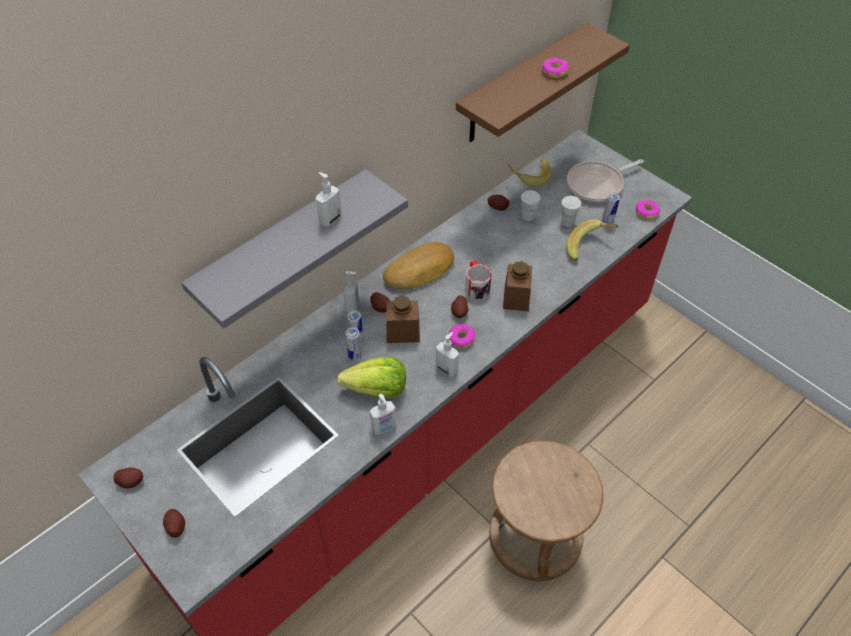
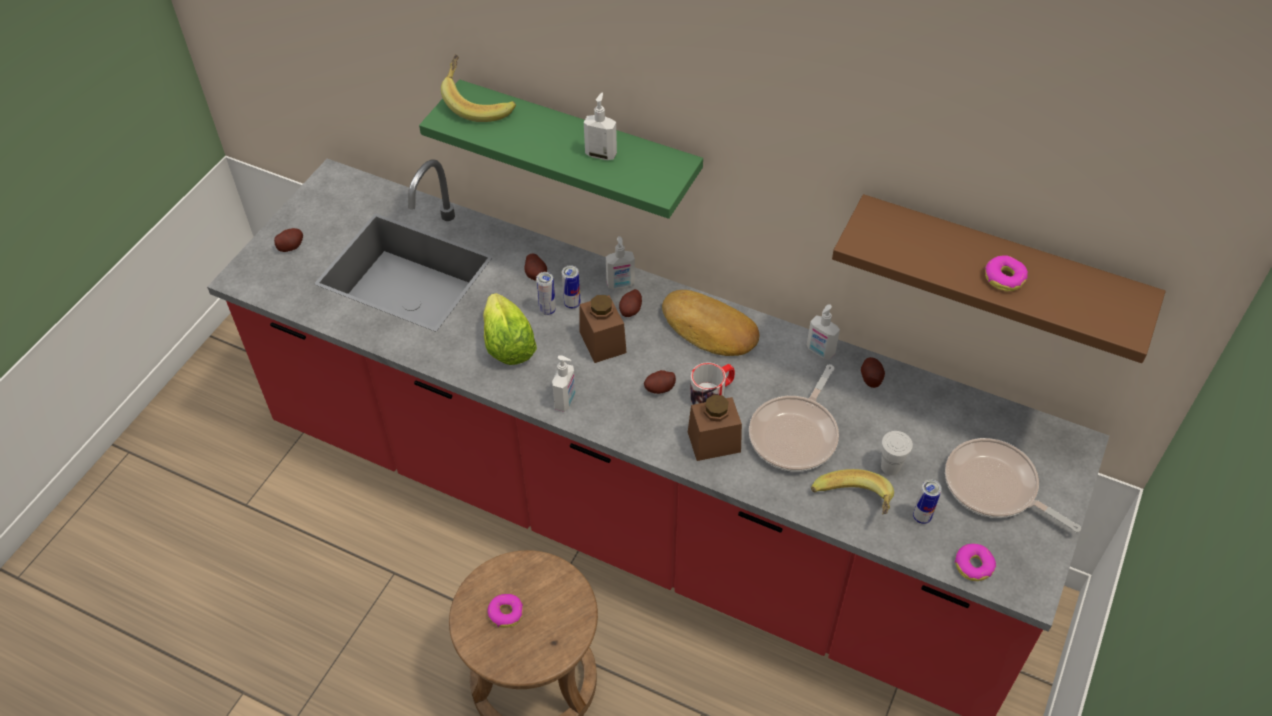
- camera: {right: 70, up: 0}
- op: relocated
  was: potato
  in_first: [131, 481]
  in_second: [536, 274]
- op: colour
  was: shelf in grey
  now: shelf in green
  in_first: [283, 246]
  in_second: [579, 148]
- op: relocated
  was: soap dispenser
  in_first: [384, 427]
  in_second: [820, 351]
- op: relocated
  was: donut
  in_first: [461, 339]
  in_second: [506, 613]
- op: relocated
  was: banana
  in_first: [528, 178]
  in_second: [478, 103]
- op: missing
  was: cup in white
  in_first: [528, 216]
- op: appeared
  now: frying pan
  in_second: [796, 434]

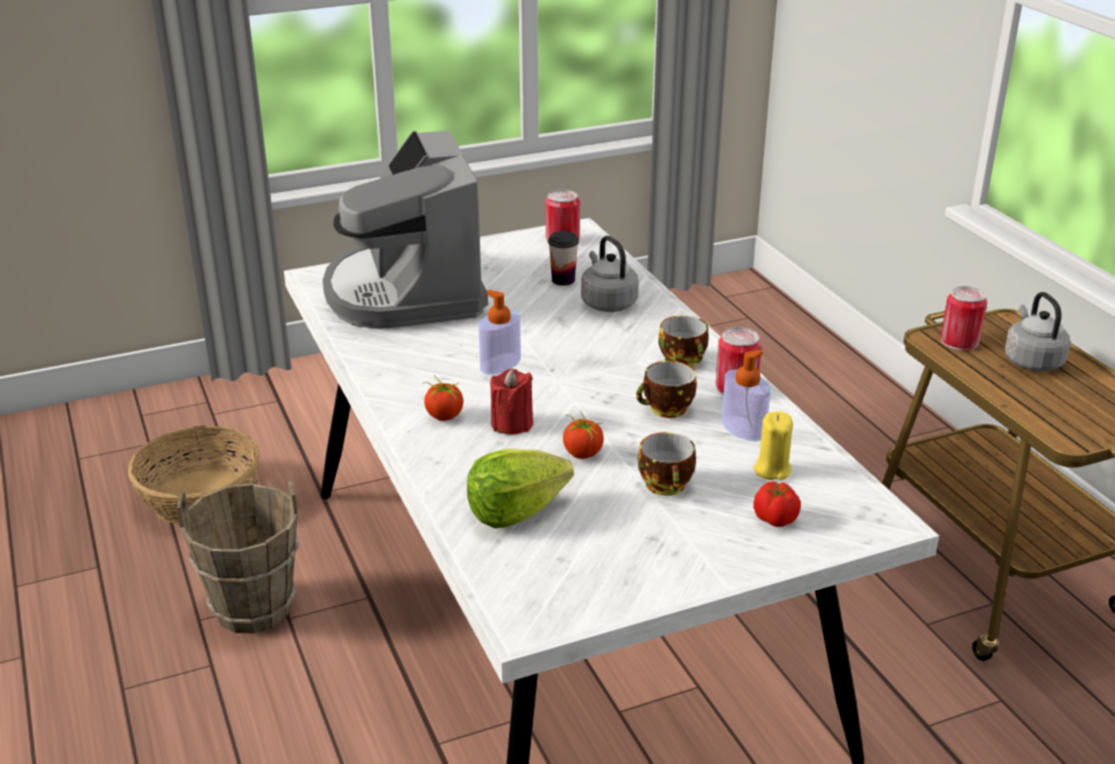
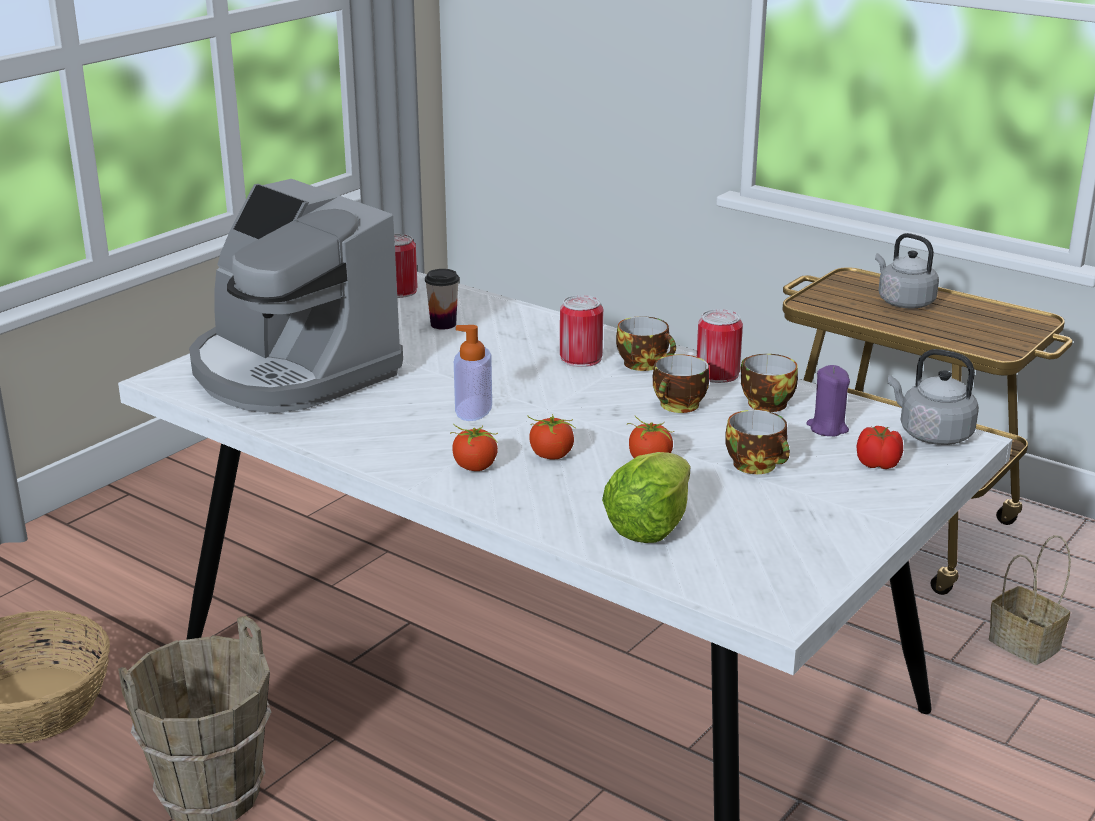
- camera: {right: -30, up: -5}
- op: exchanged
  was: candle in red
  now: tomato
  in_first: [512, 424]
  in_second: [551, 455]
- op: relocated
  was: kettle in grey
  in_first: [607, 303]
  in_second: [931, 434]
- op: exchanged
  was: soap dispenser
  now: cup
  in_first: [743, 428]
  in_second: [763, 403]
- op: colour
  was: candle in yellow
  now: candle in purple
  in_first: [772, 470]
  in_second: [827, 428]
- op: relocated
  was: can
  in_first: [959, 341]
  in_second: [581, 358]
- op: appeared
  now: basket
  in_second: [1027, 645]

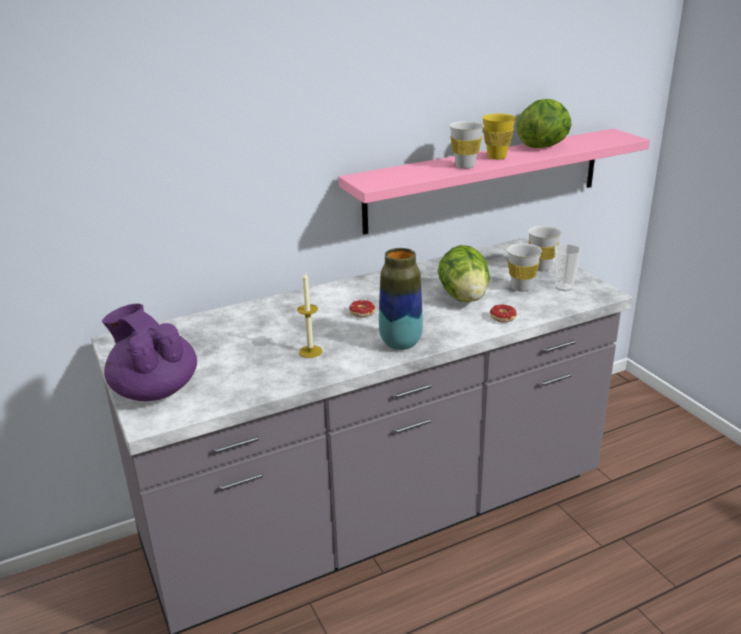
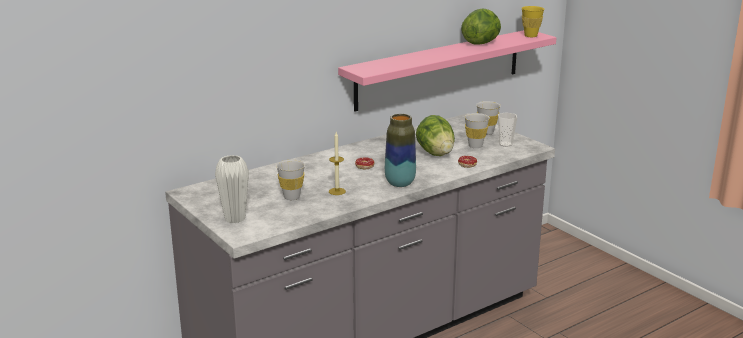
- camera: {right: -10, up: -5}
- op: exchanged
  was: teapot in purple
  now: vase in white
  in_first: [154, 389]
  in_second: [235, 219]
- op: relocated
  was: cup in white
  in_first: [465, 166]
  in_second: [291, 197]
- op: relocated
  was: cup in yellow
  in_first: [496, 157]
  in_second: [530, 36]

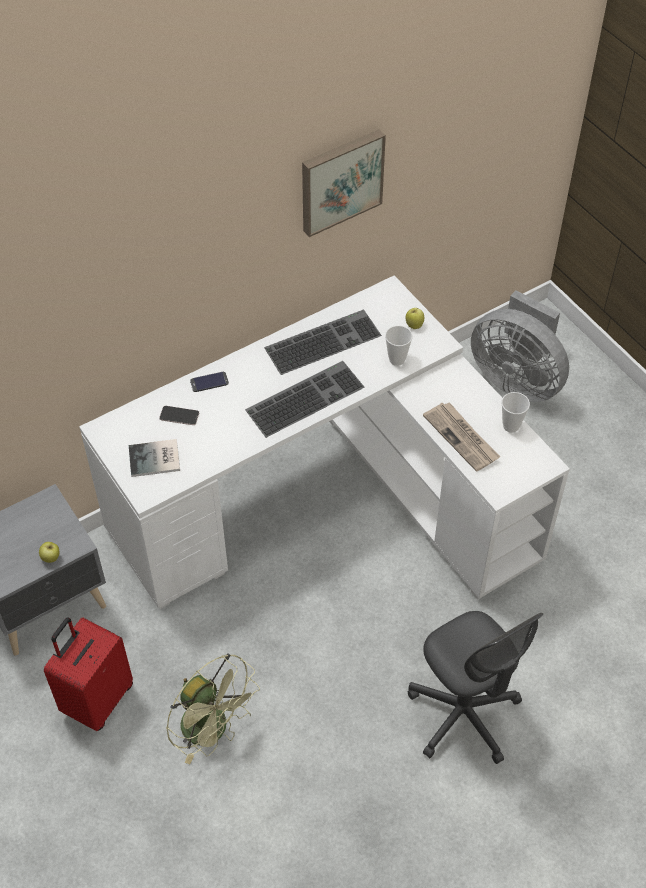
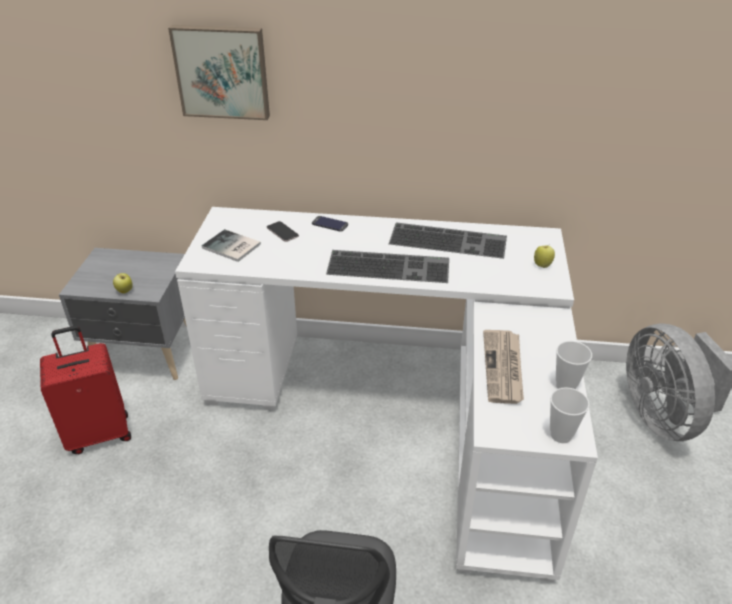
- camera: {right: 40, up: -15}
- op: missing
  was: fan in green
  in_first: [213, 730]
- op: relocated
  was: picture
  in_first: [340, 180]
  in_second: [222, 71]
- op: relocated
  was: cup
  in_first: [397, 359]
  in_second: [561, 435]

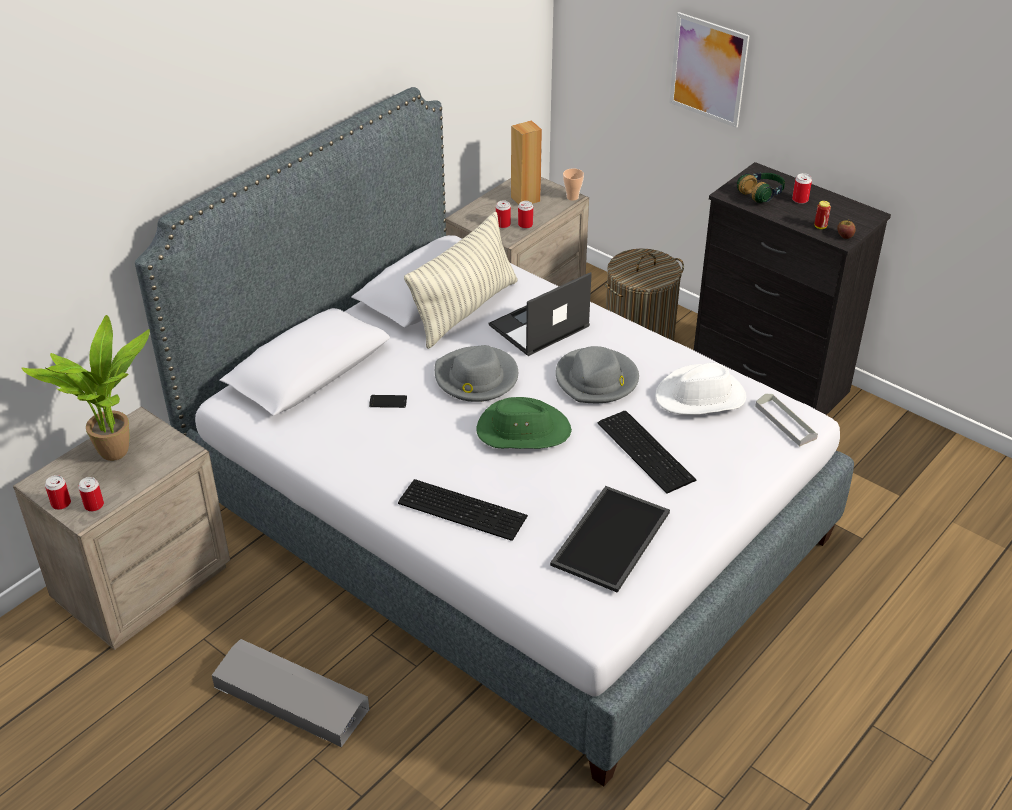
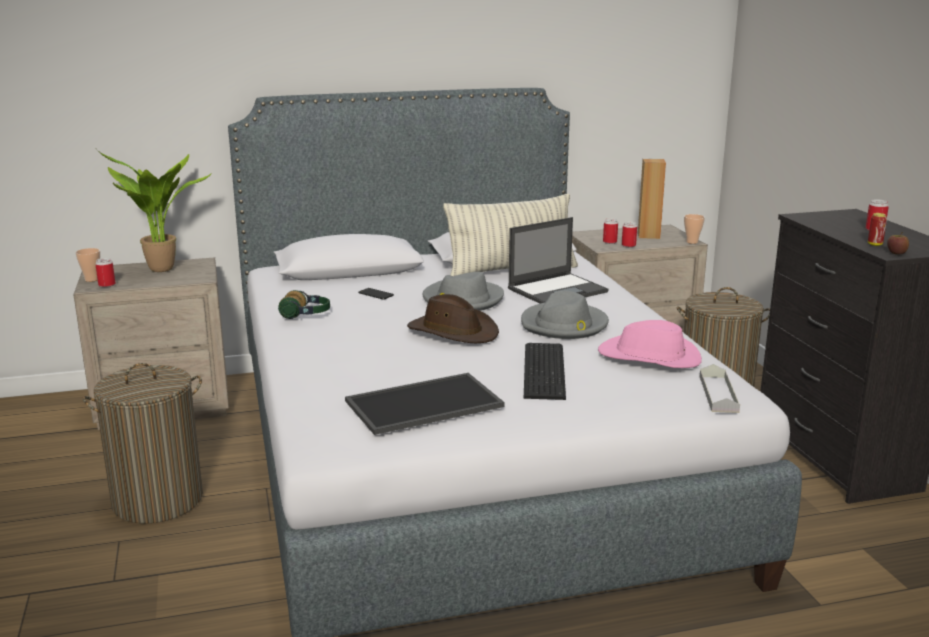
- camera: {right: 35, up: -20}
- op: exchanged
  was: can
  now: cup
  in_first: [61, 503]
  in_second: [91, 279]
- op: exchanged
  was: storage box in grey
  now: laundry basket
  in_first: [291, 698]
  in_second: [158, 500]
- op: missing
  was: keyboard
  in_first: [462, 508]
- op: colour
  was: hat in green
  now: hat in brown
  in_first: [522, 430]
  in_second: [453, 331]
- op: spun
  was: laptop
  in_first: [538, 326]
  in_second: [558, 290]
  clockwise: 150
- op: colour
  was: hat in white
  now: hat in pink
  in_first: [701, 397]
  in_second: [649, 357]
- op: missing
  was: picture
  in_first: [708, 69]
- op: relocated
  was: headphones
  in_first: [761, 194]
  in_second: [306, 315]

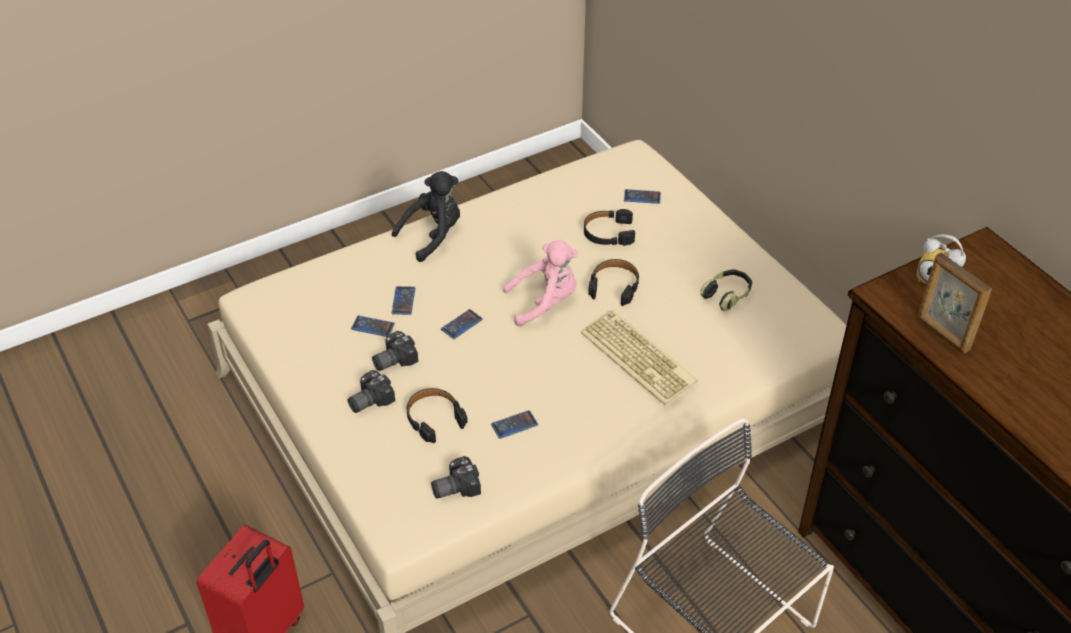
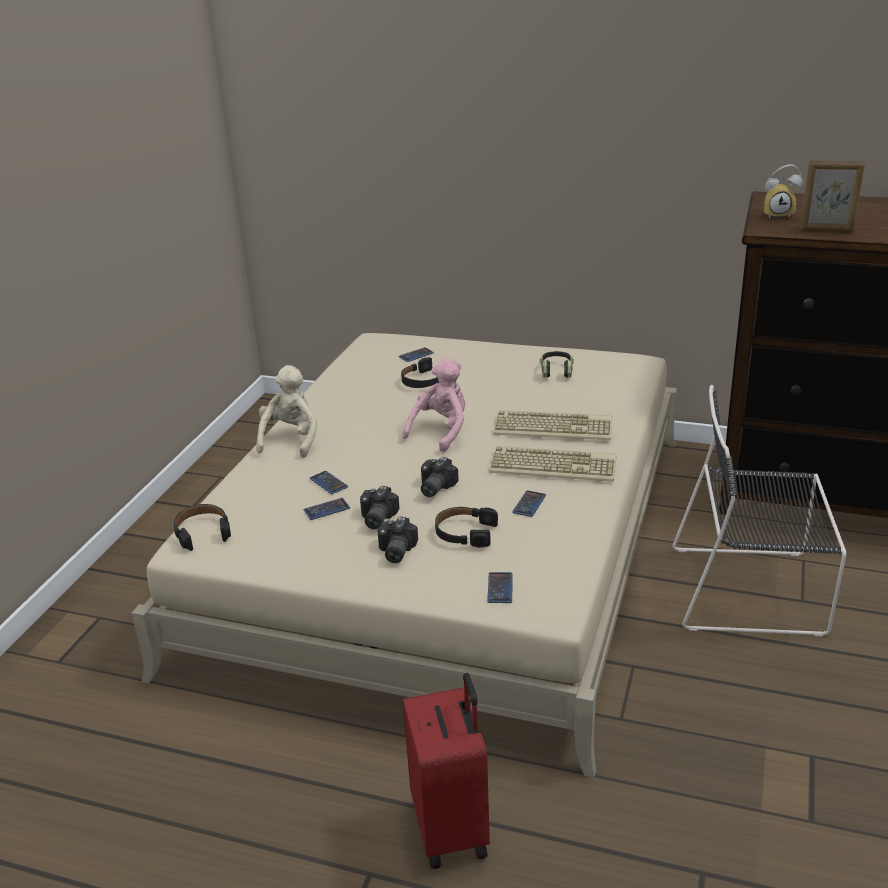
- camera: {right: -40, up: -15}
- op: colour
  was: plush toy in black
  now: plush toy in beige
  in_first: [433, 235]
  in_second: [291, 439]
- op: relocated
  was: photo camera
  in_first: [454, 486]
  in_second: [433, 488]
- op: relocated
  was: phone
  in_first: [461, 324]
  in_second: [500, 588]
- op: relocated
  was: headphones in black
  in_first: [614, 286]
  in_second: [202, 532]
- op: appeared
  now: keyboard
  in_second: [554, 464]

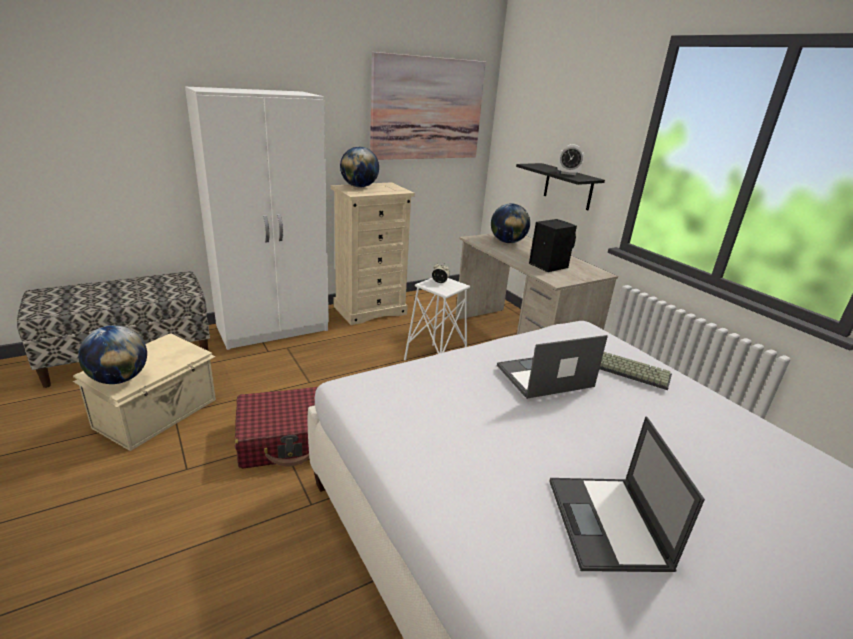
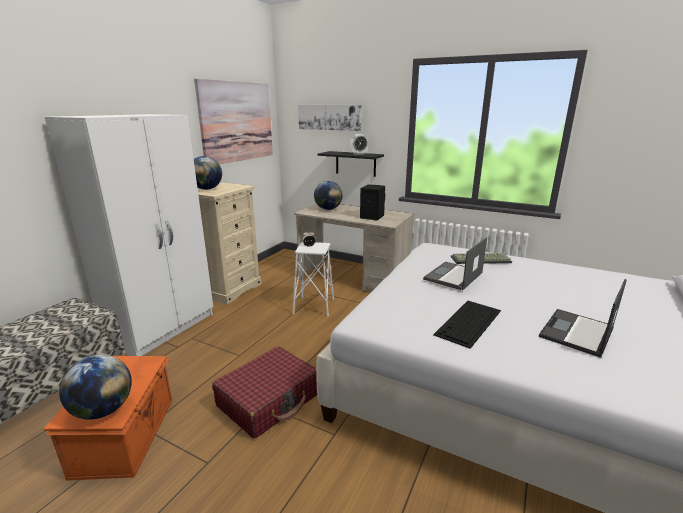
- camera: {right: -30, up: -5}
- op: colour
  was: storage box in beige
  now: storage box in orange
  in_first: [158, 413]
  in_second: [127, 435]
- op: spun
  was: laptop
  in_first: [608, 524]
  in_second: [576, 333]
  clockwise: 75
- op: appeared
  now: picture
  in_second: [329, 117]
- op: appeared
  now: keyboard
  in_second: [469, 323]

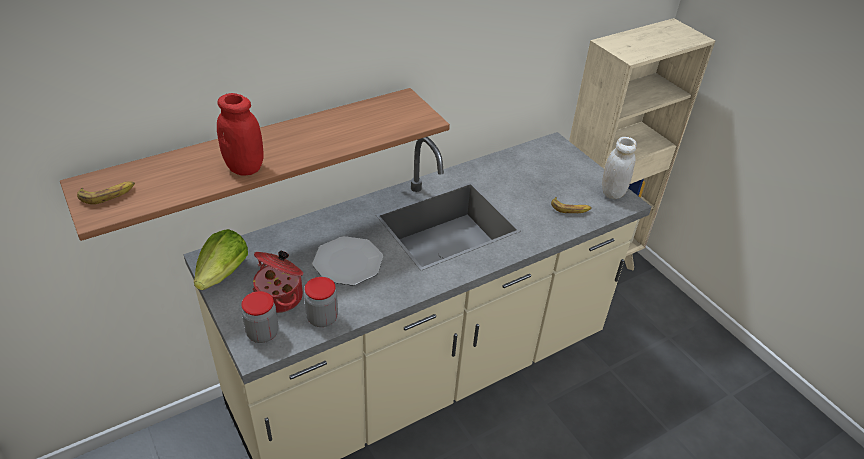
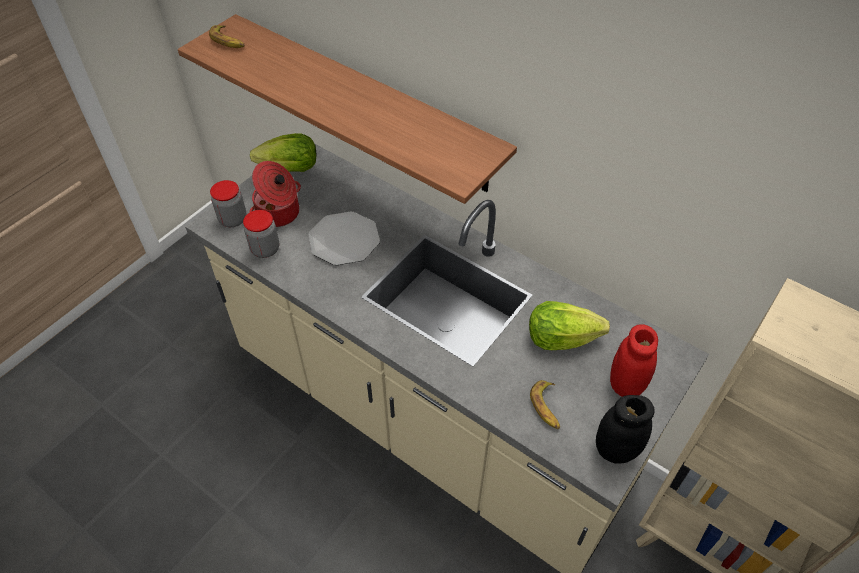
- camera: {right: 70, up: 10}
- op: relocated
  was: jar in red
  in_first: [245, 168]
  in_second: [625, 384]
- op: colour
  was: jar in white
  now: jar in black
  in_first: [612, 192]
  in_second: [615, 449]
- op: appeared
  now: lettuce
  in_second: [560, 338]

